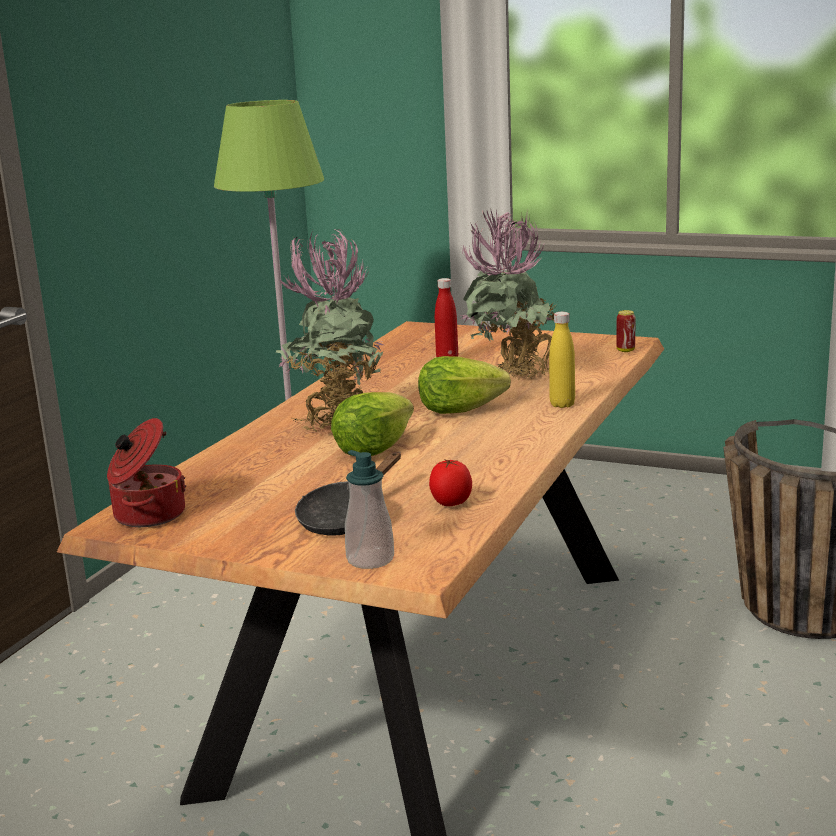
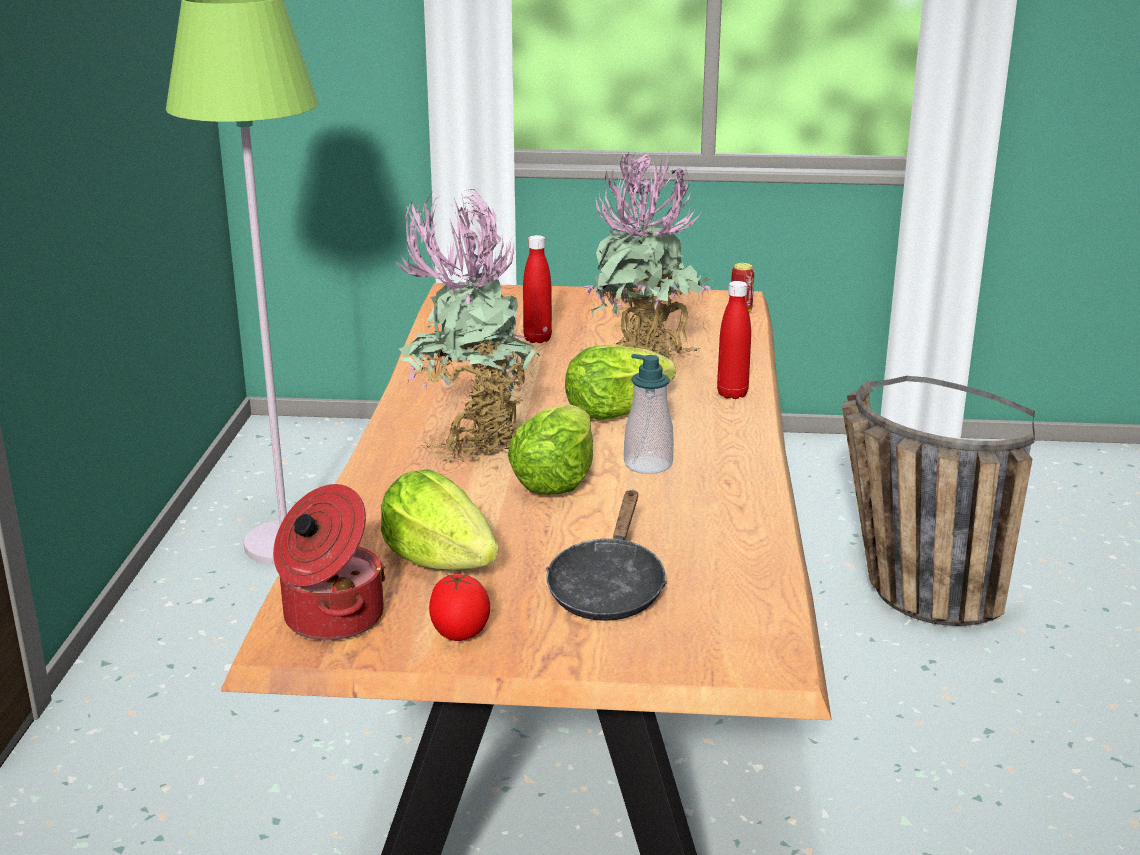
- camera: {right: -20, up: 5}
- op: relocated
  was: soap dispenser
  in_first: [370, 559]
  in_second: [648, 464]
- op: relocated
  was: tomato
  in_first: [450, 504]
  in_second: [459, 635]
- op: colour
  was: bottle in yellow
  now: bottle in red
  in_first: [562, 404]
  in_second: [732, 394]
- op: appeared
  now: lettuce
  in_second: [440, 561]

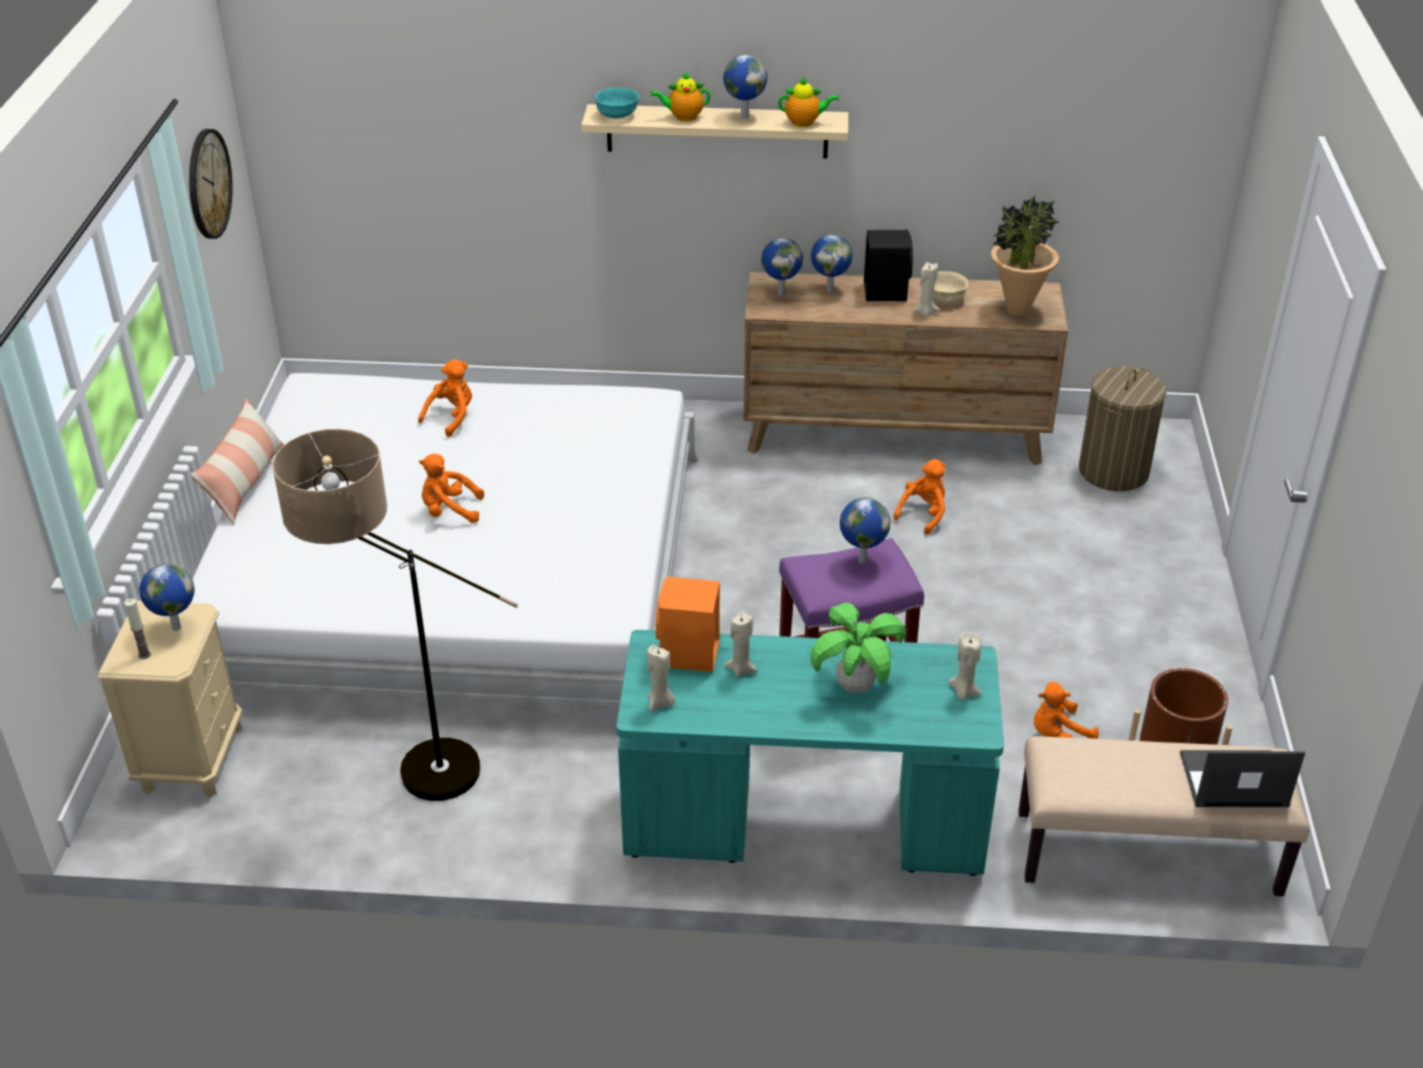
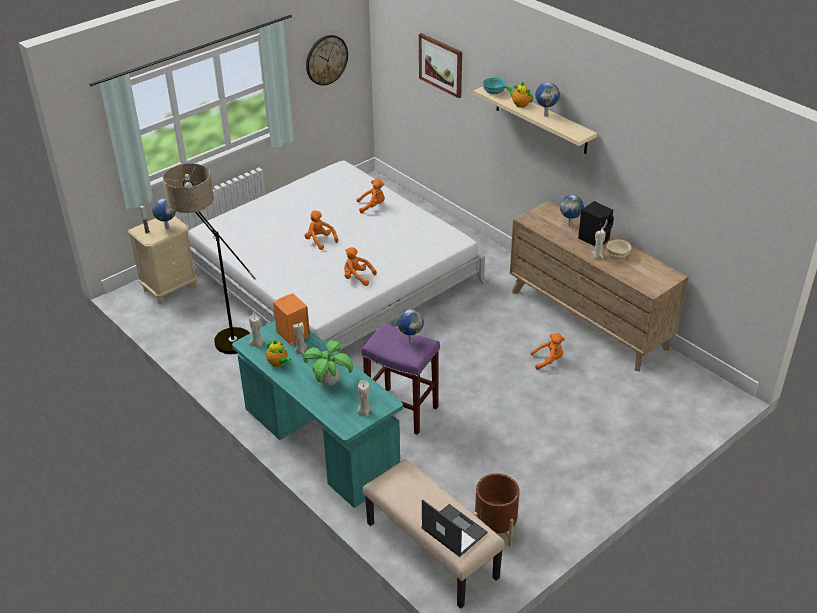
- camera: {right: 45, up: 0}
- op: missing
  was: pillow
  in_first: [245, 482]
- op: missing
  was: globe
  in_first: [781, 293]
- op: relocated
  was: teapot
  in_first: [805, 122]
  in_second: [278, 363]
- op: missing
  was: potted plant
  in_first: [1017, 310]
- op: relocated
  was: plush toy in orange
  in_first: [1058, 735]
  in_second: [357, 277]
- op: missing
  was: laundry basket
  in_first: [1113, 471]
- op: appeared
  now: picture
  in_second: [441, 65]

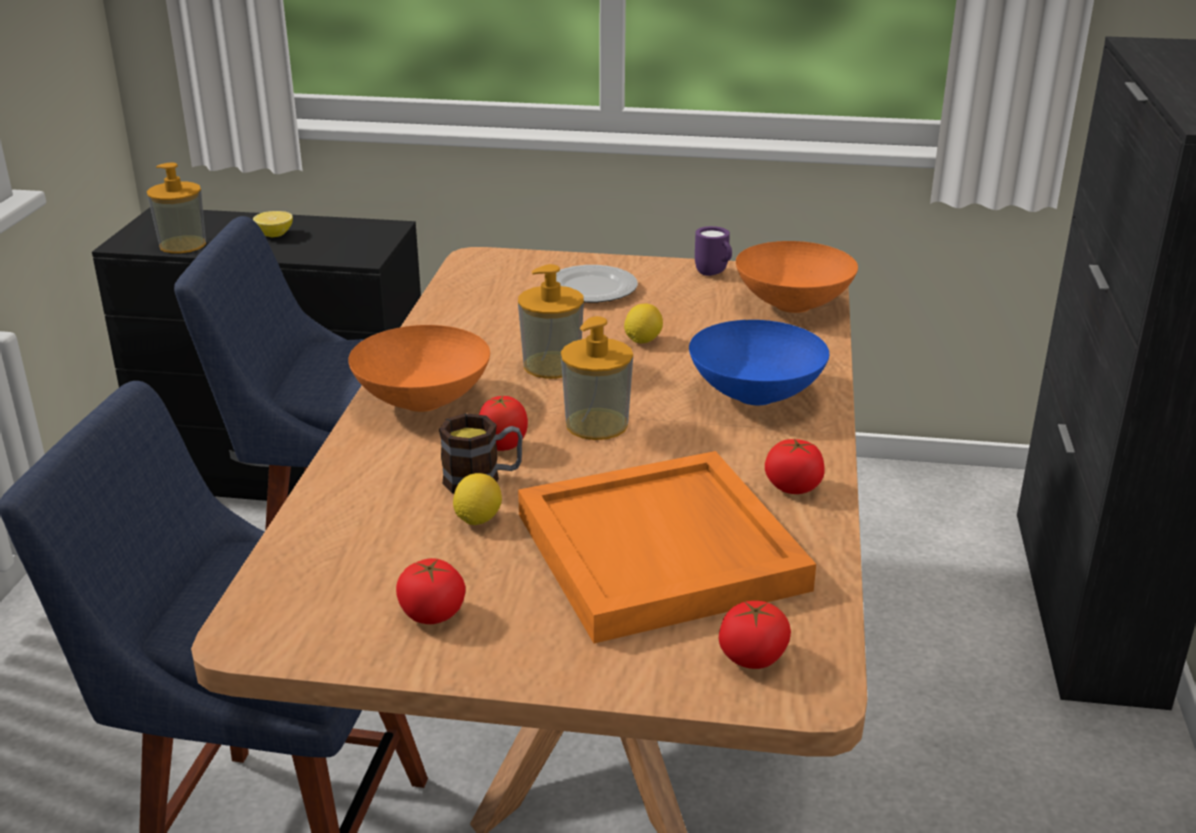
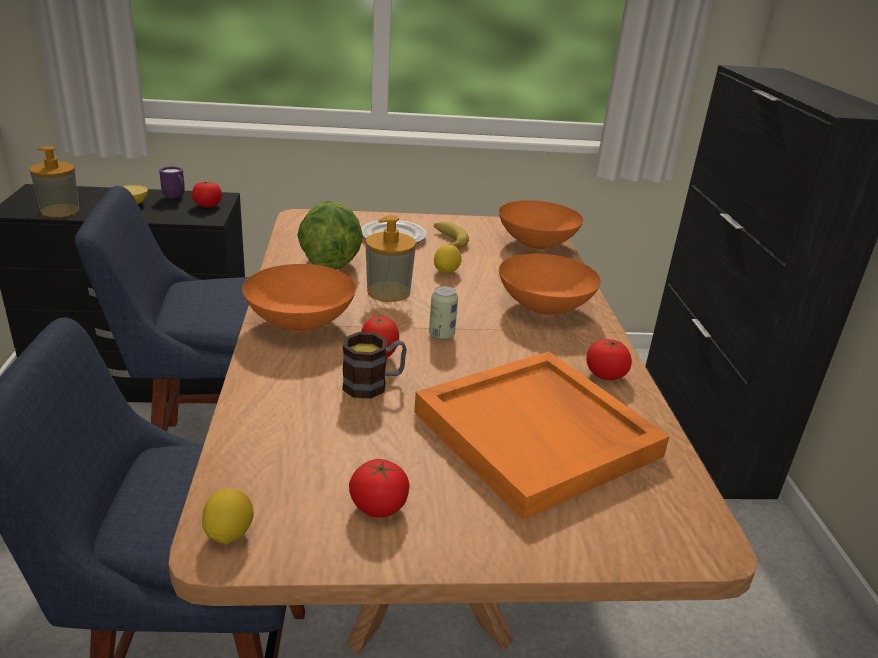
- camera: {right: -15, up: 0}
- op: relocated
  was: lemon
  in_first: [478, 519]
  in_second: [229, 533]
- op: exchanged
  was: soap dispenser
  now: can
  in_first: [596, 424]
  in_second: [441, 335]
- op: colour
  was: bowl in blue
  now: bowl in orange
  in_first: [754, 396]
  in_second: [543, 309]
- op: relocated
  was: mug in purple
  in_first: [714, 274]
  in_second: [176, 198]
- op: relocated
  was: tomato
  in_first: [753, 657]
  in_second: [208, 205]
- op: appeared
  now: lettuce
  in_second: [329, 263]
- op: appeared
  now: banana
  in_second: [448, 240]

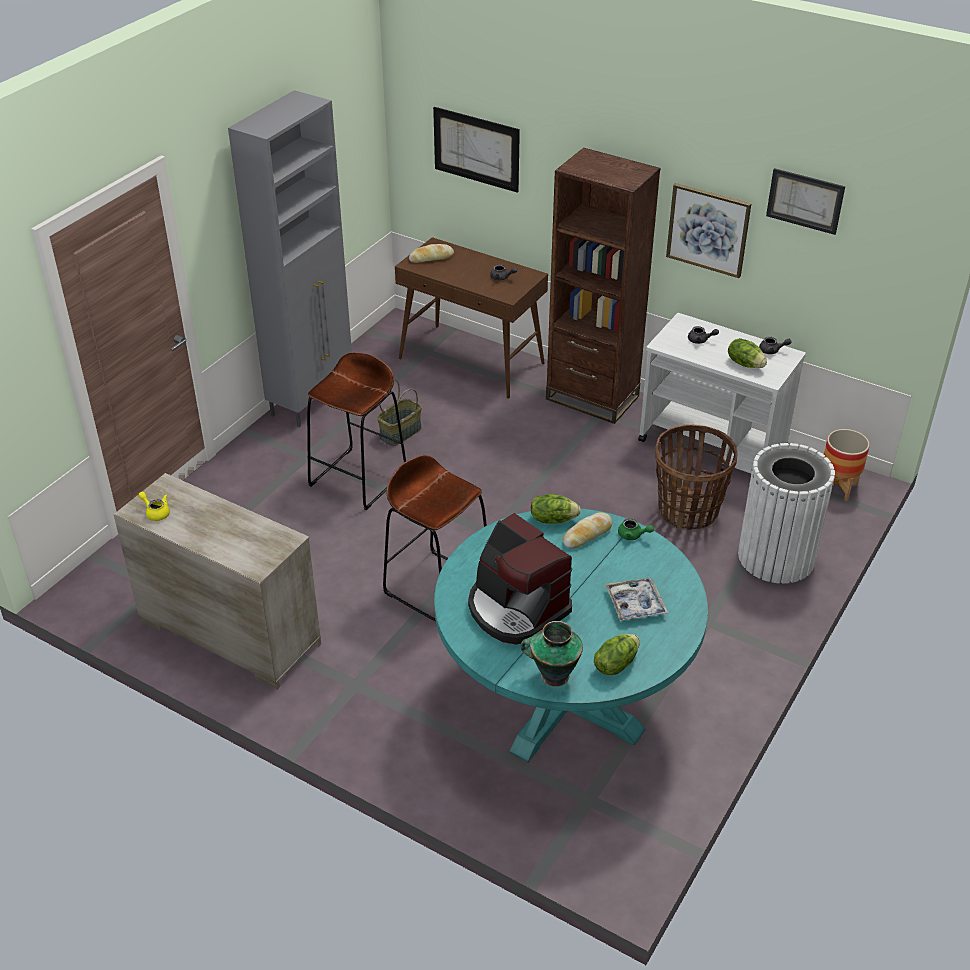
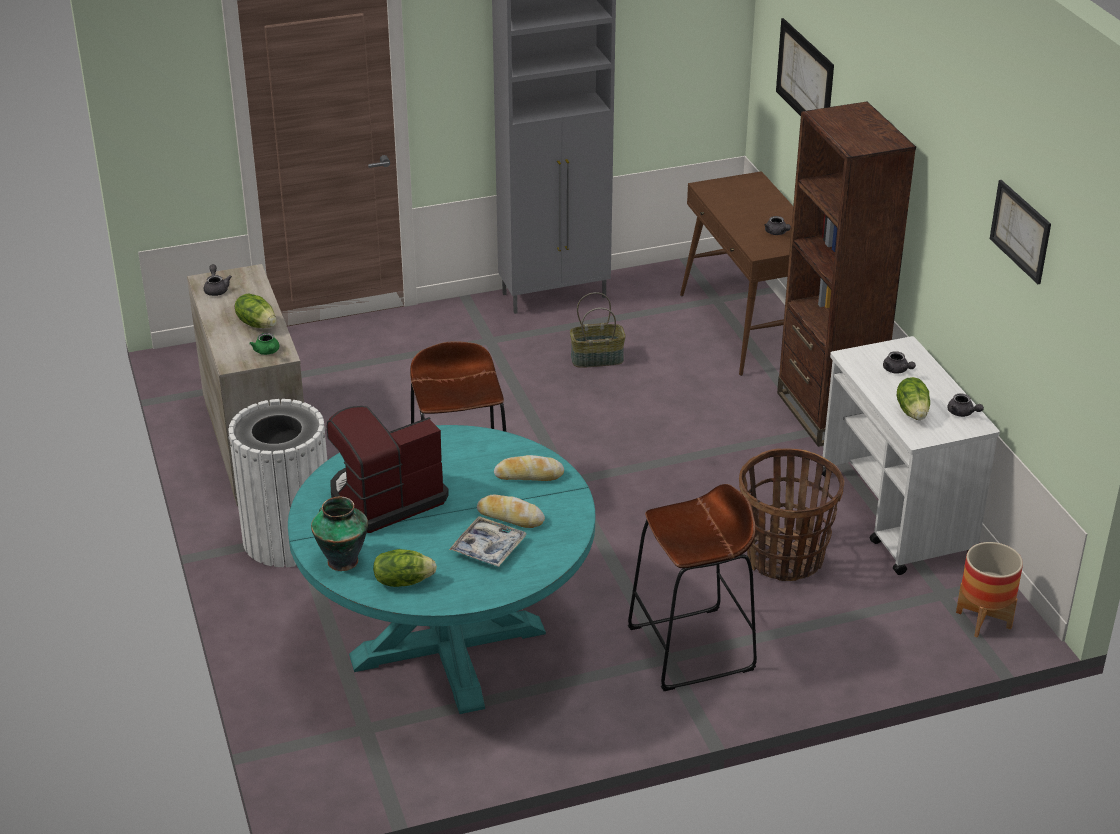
- camera: {right: 40, up: -5}
- op: colour
  was: teapot in yellow
  now: teapot in grey
  in_first: [156, 512]
  in_second: [216, 289]
- op: relocated
  was: stool in brown
  in_first: [358, 478]
  in_second: [691, 649]
- op: relocated
  was: bread
  in_first: [431, 258]
  in_second: [510, 517]
- op: spun
  was: coffee machine
  in_first: [516, 609]
  in_second: [385, 498]
  clockwise: 60
- op: relocated
  was: lettuce
  in_first: [553, 519]
  in_second: [257, 324]
- op: relocated
  was: teapot in green
  in_first: [633, 535]
  in_second: [267, 352]
- op: missing
  was: picture
  in_first: [708, 229]
- op: relocated
  was: trash can in white
  in_first: [775, 557]
  in_second: [288, 538]

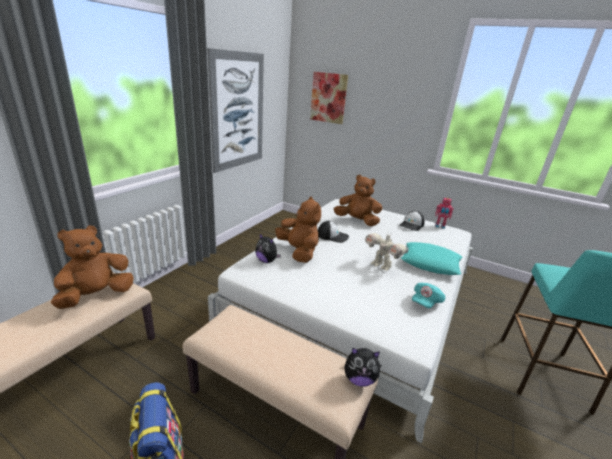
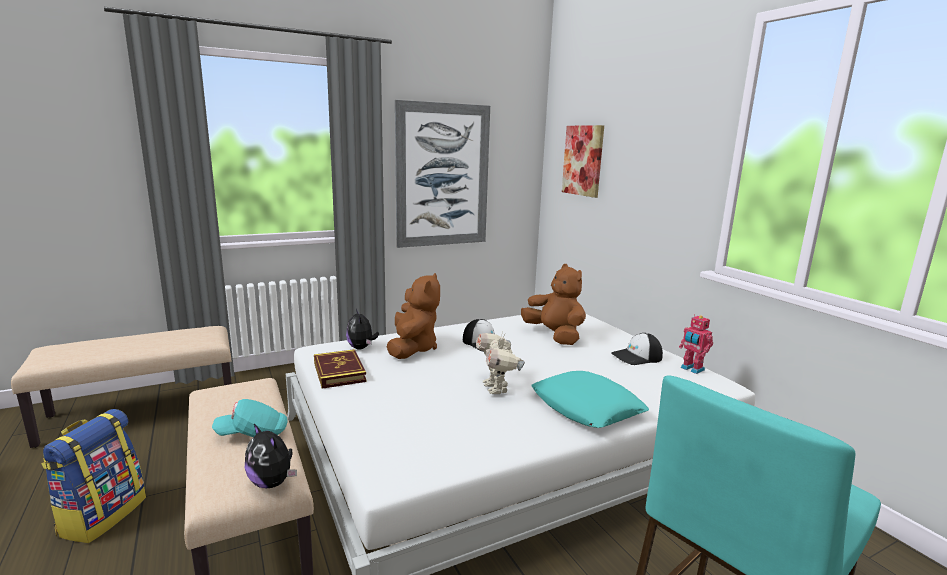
- camera: {right: 35, up: -10}
- op: missing
  was: plush toy in brown
  in_first: [97, 295]
- op: relocated
  was: cap in turquoise
  in_first: [426, 302]
  in_second: [253, 433]
- op: appeared
  now: book
  in_second: [339, 372]

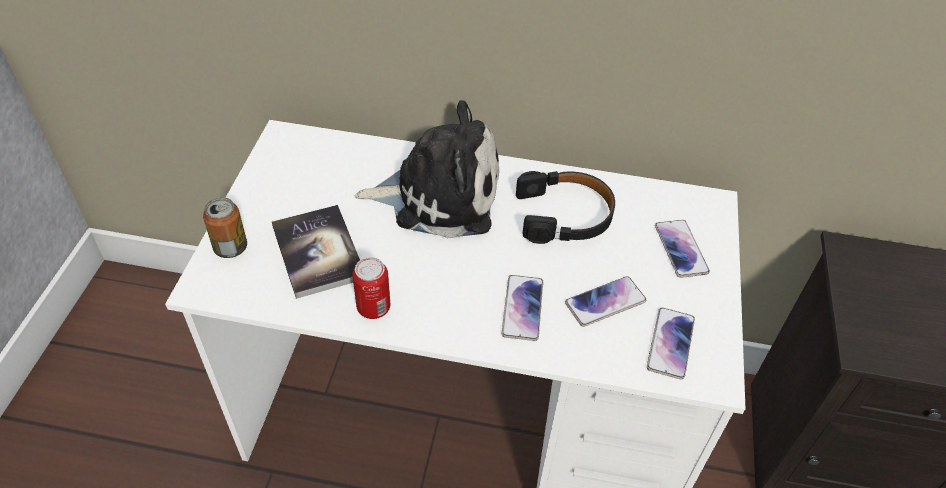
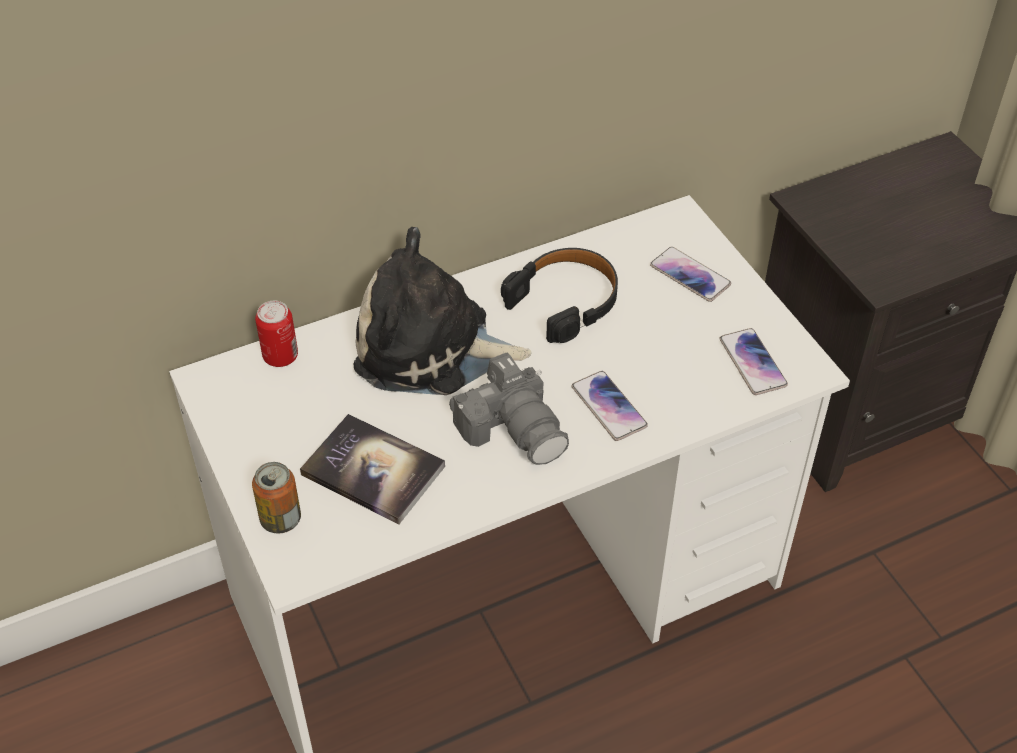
- camera: {right: -35, up: 0}
- op: relocated
  was: can
  in_first: [373, 308]
  in_second: [280, 356]
- op: spun
  was: plush toy
  in_first: [439, 194]
  in_second: [431, 348]
  clockwise: -135
- op: missing
  was: phone
  in_first: [605, 302]
- op: appeared
  now: photo camera
  in_second: [513, 428]

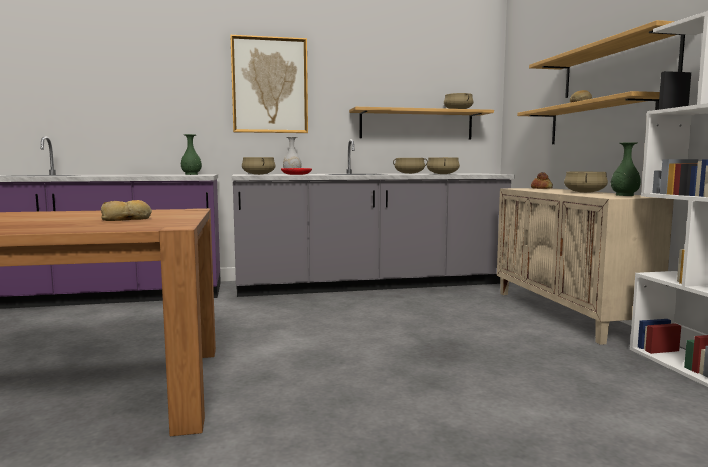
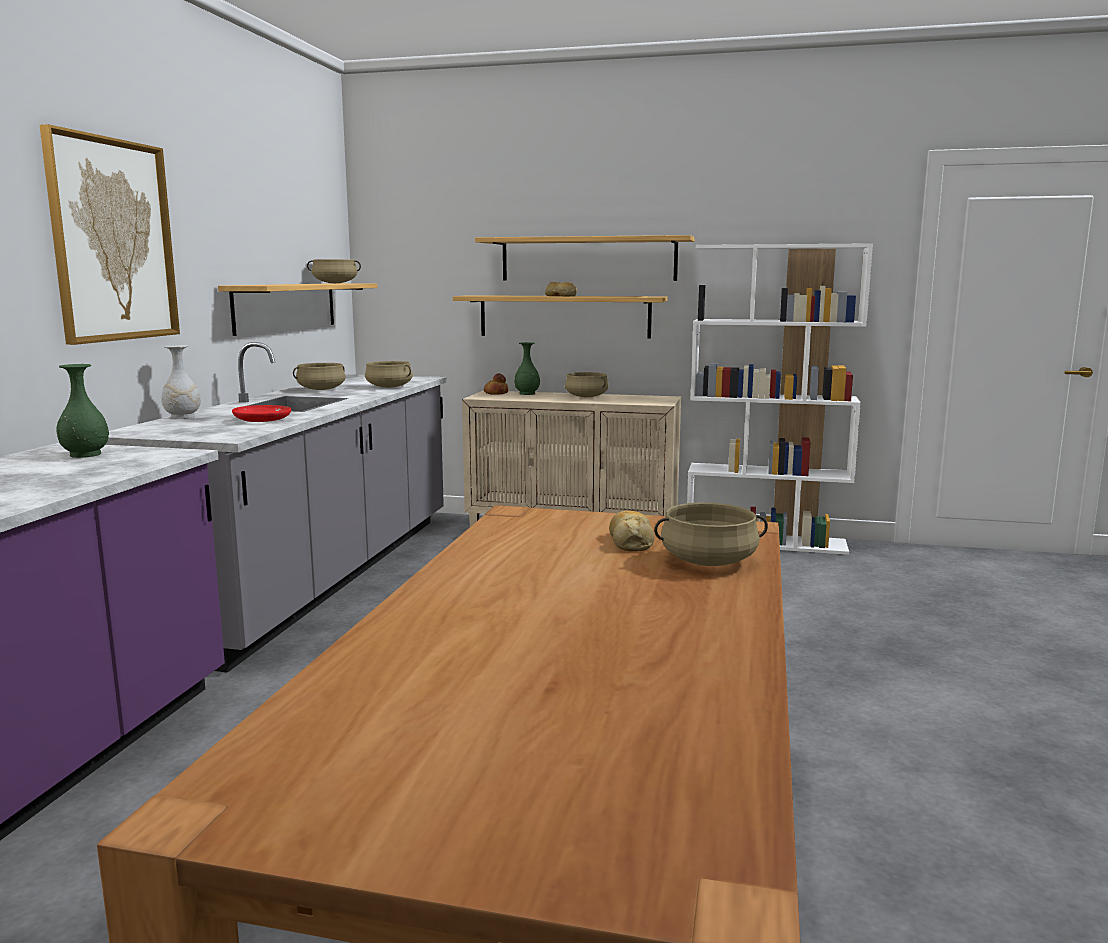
- camera: {right: -65, up: 5}
- op: relocated
  was: cooking pot in beige
  in_first: [258, 174]
  in_second: [708, 561]
- op: relocated
  was: vase in green
  in_first: [624, 195]
  in_second: [527, 394]

